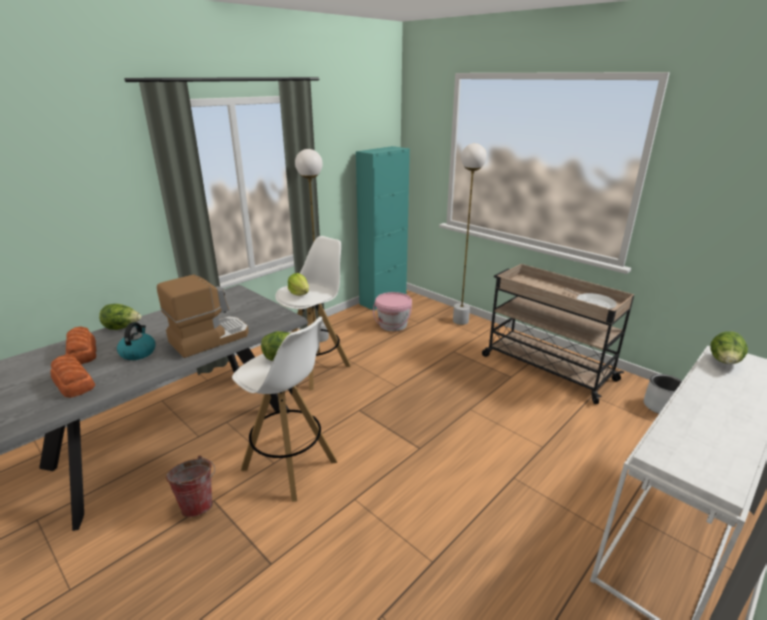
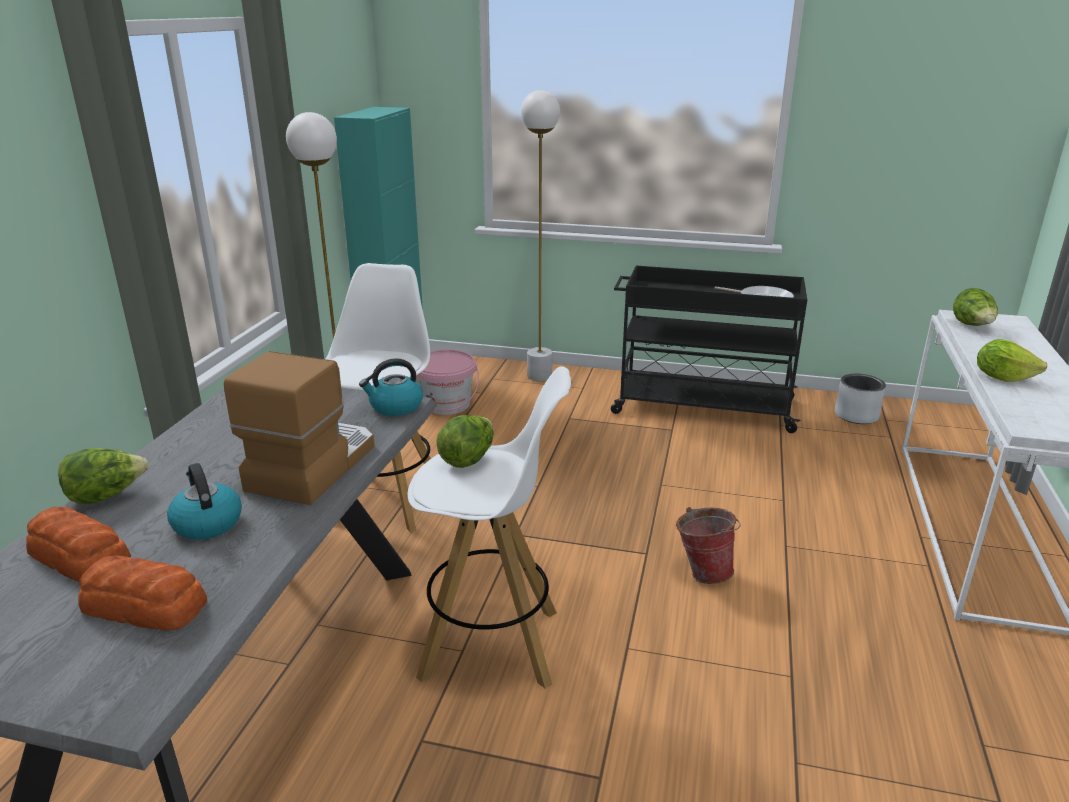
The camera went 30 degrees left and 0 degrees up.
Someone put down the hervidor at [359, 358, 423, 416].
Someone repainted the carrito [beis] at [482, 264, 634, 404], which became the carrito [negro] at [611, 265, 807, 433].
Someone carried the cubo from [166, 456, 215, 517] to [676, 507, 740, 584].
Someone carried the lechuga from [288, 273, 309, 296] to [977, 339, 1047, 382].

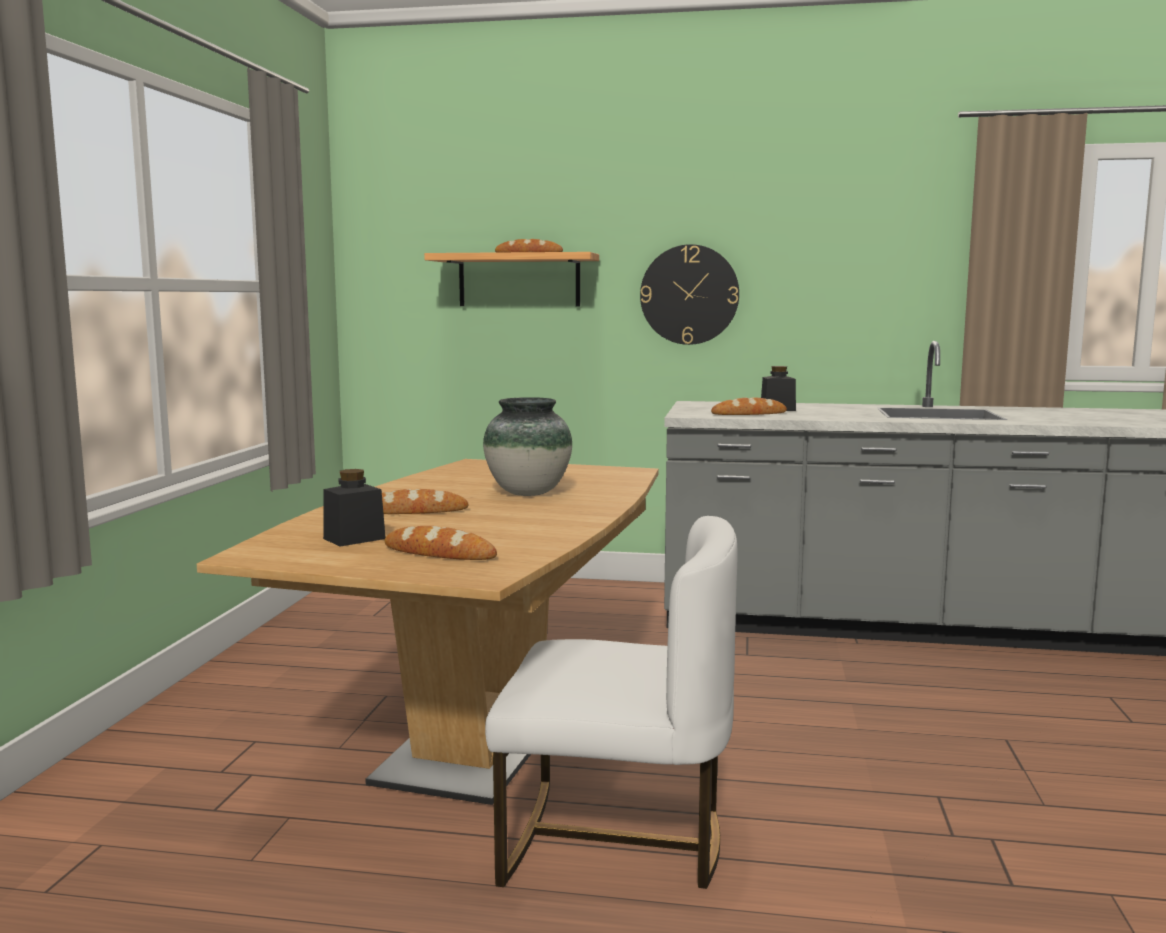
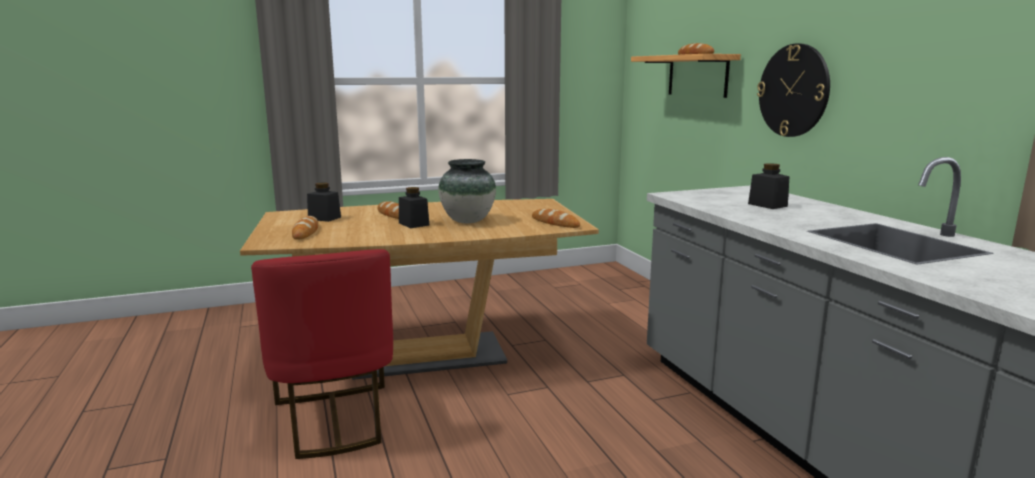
The camera went 60 degrees right and 5 degrees up.
Someone repainted the silla [blanco] at [485, 516, 738, 889], which became the silla [rojo] at [251, 249, 393, 459].
Someone put down the tarro [negro] at [399, 187, 429, 228].
Someone carried the pan from [711, 397, 787, 415] to [532, 209, 580, 228].

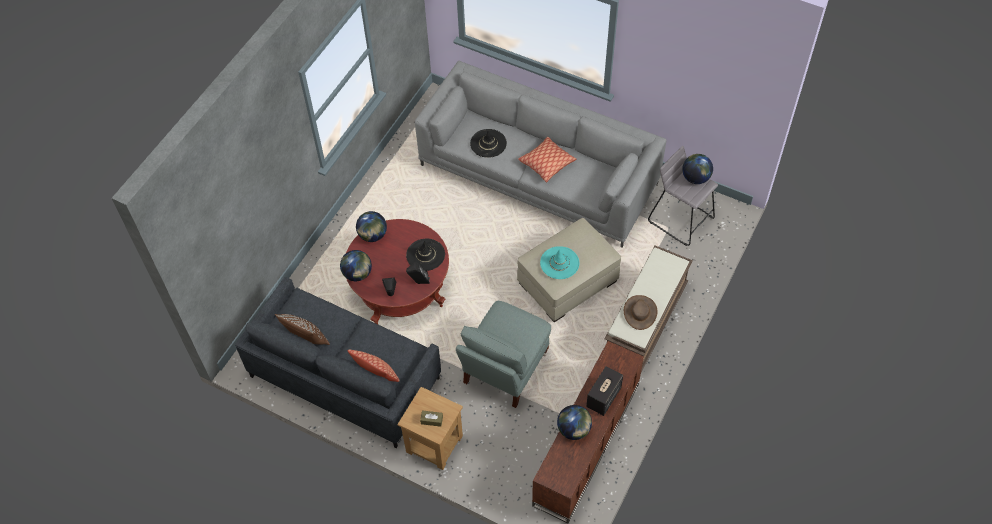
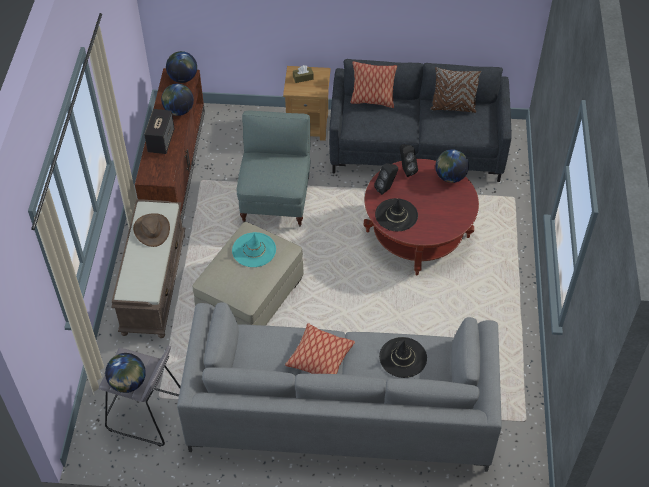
The camera went 155 degrees right and 5 degrees down.
Someone carried the globo terráqueo from [356, 211, 387, 242] to [166, 51, 197, 83].

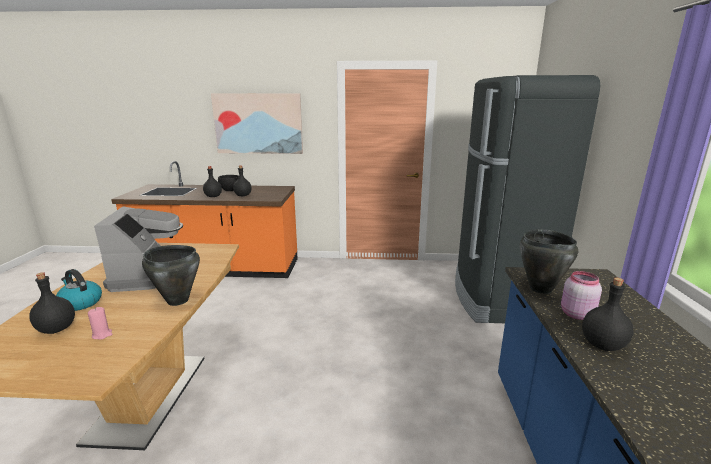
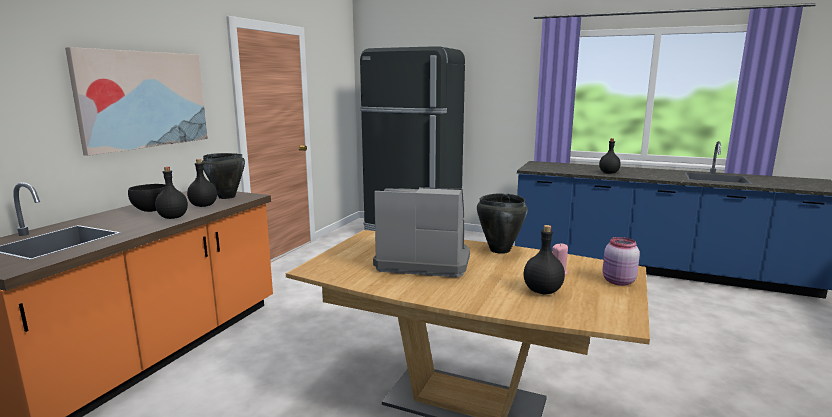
The camera went 70 degrees left and 5 degrees down.
Someone carried the olla [negro] from [520, 229, 578, 294] to [202, 153, 245, 199].
Someone carried the tarro [rosa] from [561, 271, 602, 320] to [602, 237, 640, 286].
Someone took away the hervidor at [56, 269, 102, 311].

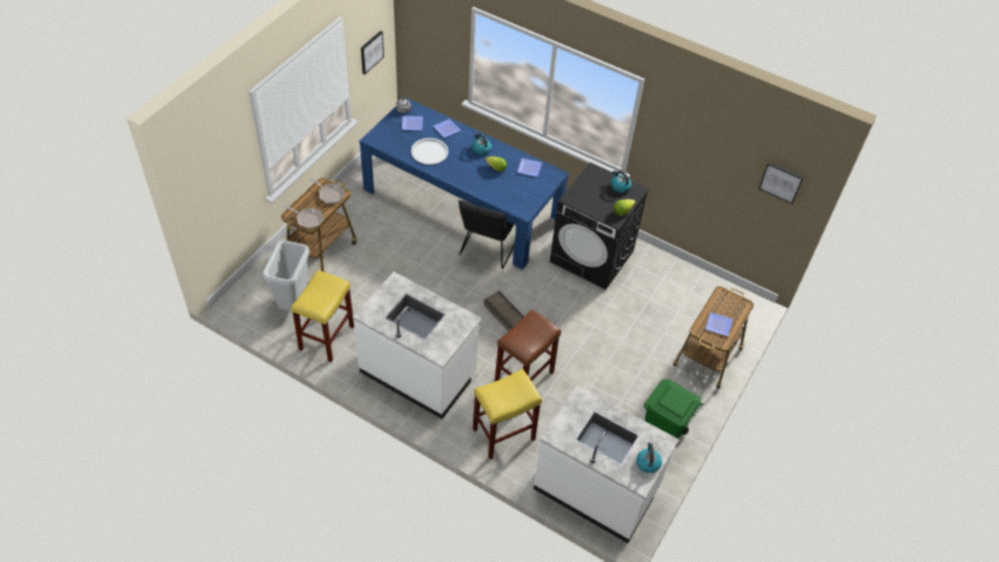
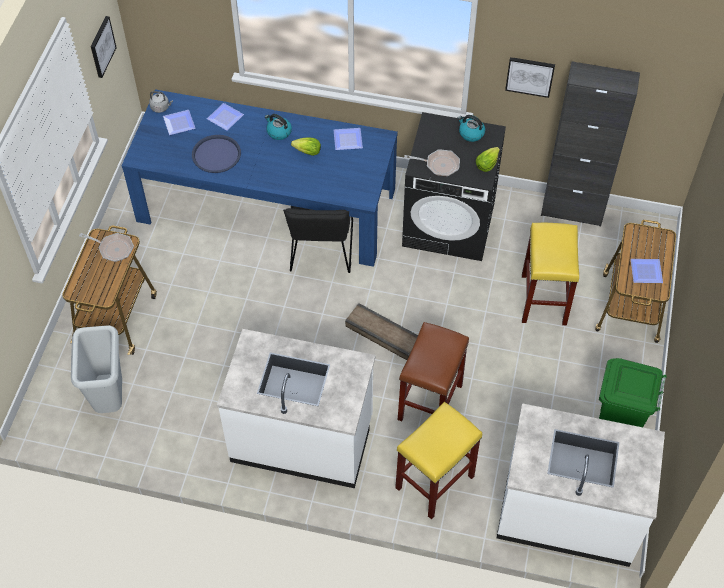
The camera went 15 degrees left and 5 degrees up.
Someone repainted the bandeja [blanco] at [411, 138, 448, 165], which became the bandeja [azul] at [192, 135, 241, 173].
Someone carried the sartén from [283, 205, 324, 229] to [404, 149, 460, 176].
Someone carried the cuadro from [759, 162, 804, 204] to [505, 57, 555, 98].
Someone carried the taburete [amarillo] from [291, 270, 354, 362] to [522, 223, 579, 325].
Someone put down the armario [negro] at [541, 62, 640, 226].
Someone took away the hervidor at [636, 442, 662, 473].

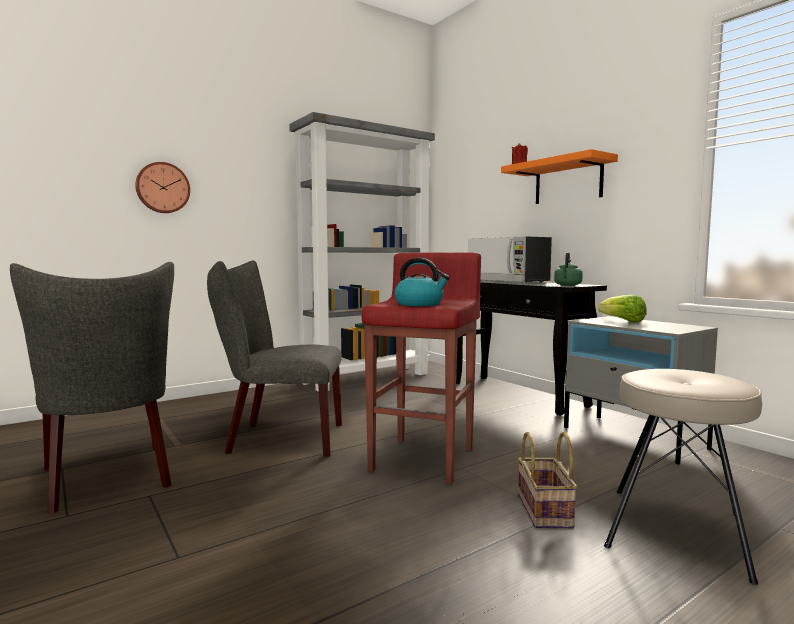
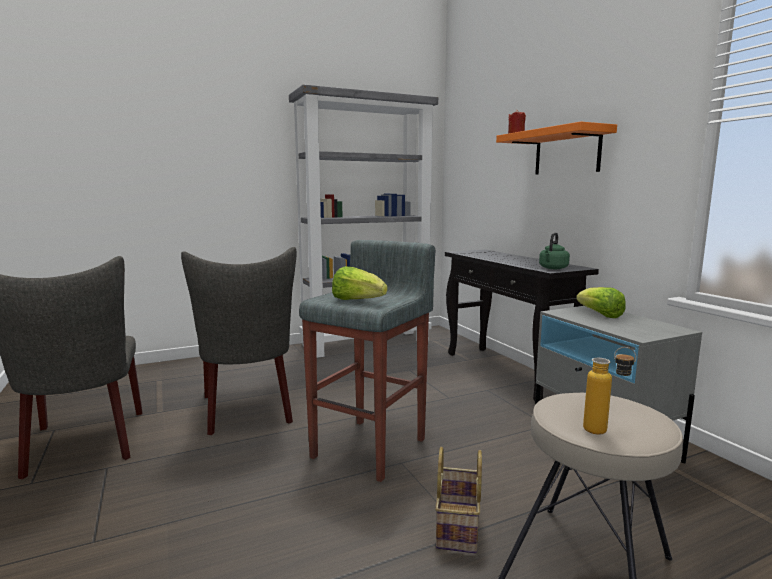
The camera went 10 degrees right and 5 degrees up.
Someone rotated the silla [gris] at [207, 261, 342, 457] by 120 degrees counterclockwise.
Someone repainted the taburete [rojo] at [362, 252, 481, 484], which became the taburete [gris] at [299, 240, 435, 482].
Someone swapped the hervidor at [395, 258, 450, 306] for the lechuga at [332, 266, 388, 300].
Someone put down the botella at [583, 347, 636, 435].
Someone took away the reloj de pared at [135, 162, 190, 213].
Someone took away the microondas at [468, 236, 552, 284].

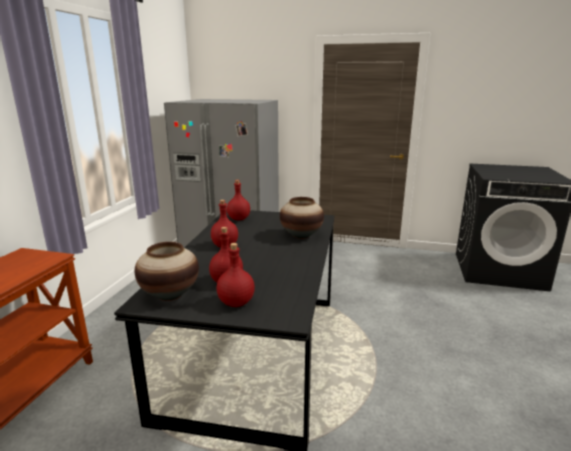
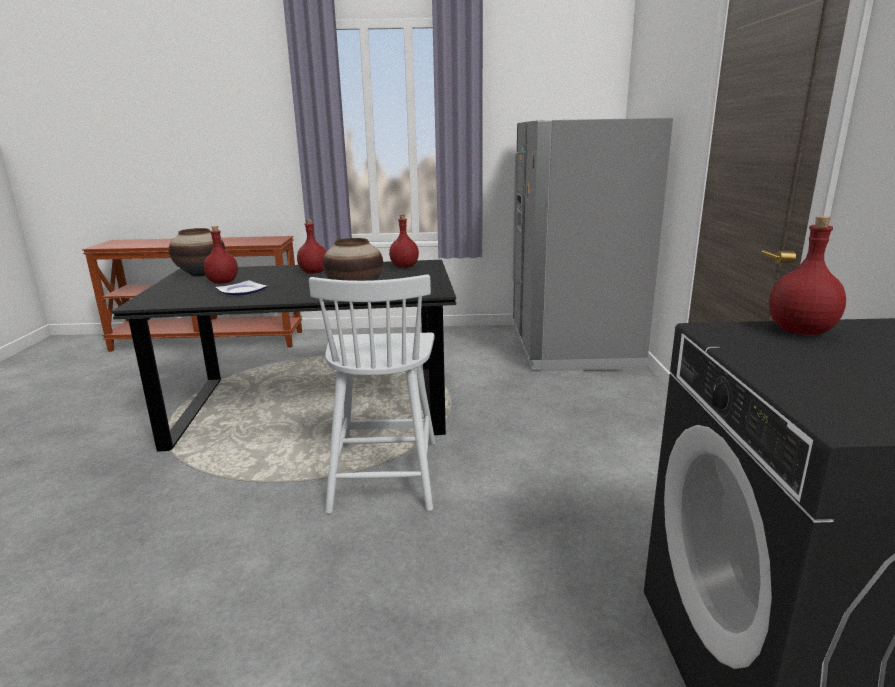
The camera went 75 degrees right and 0 degrees up.
Someone put down the plato at [216, 280, 267, 296].
Someone put down the silla [blanco] at [309, 274, 436, 514].
Someone carried the botella [rojo] from [217, 243, 255, 307] to [769, 216, 846, 335].

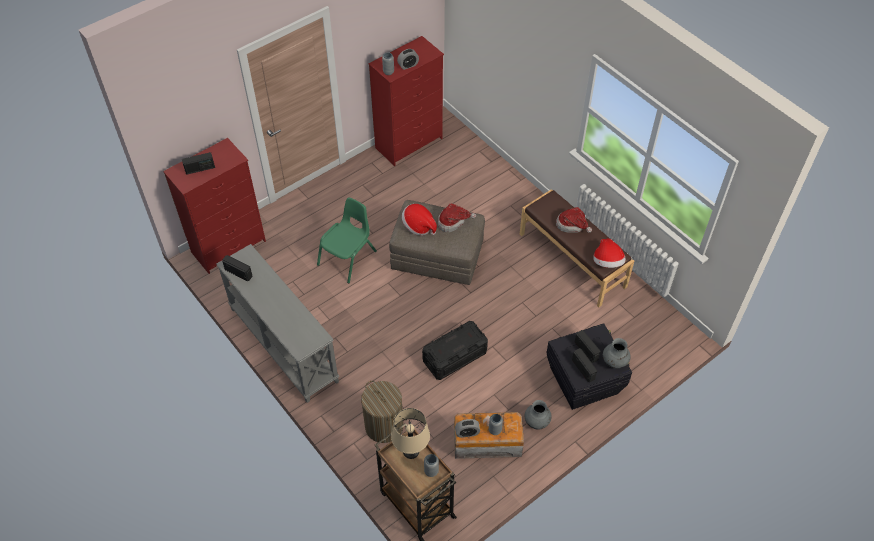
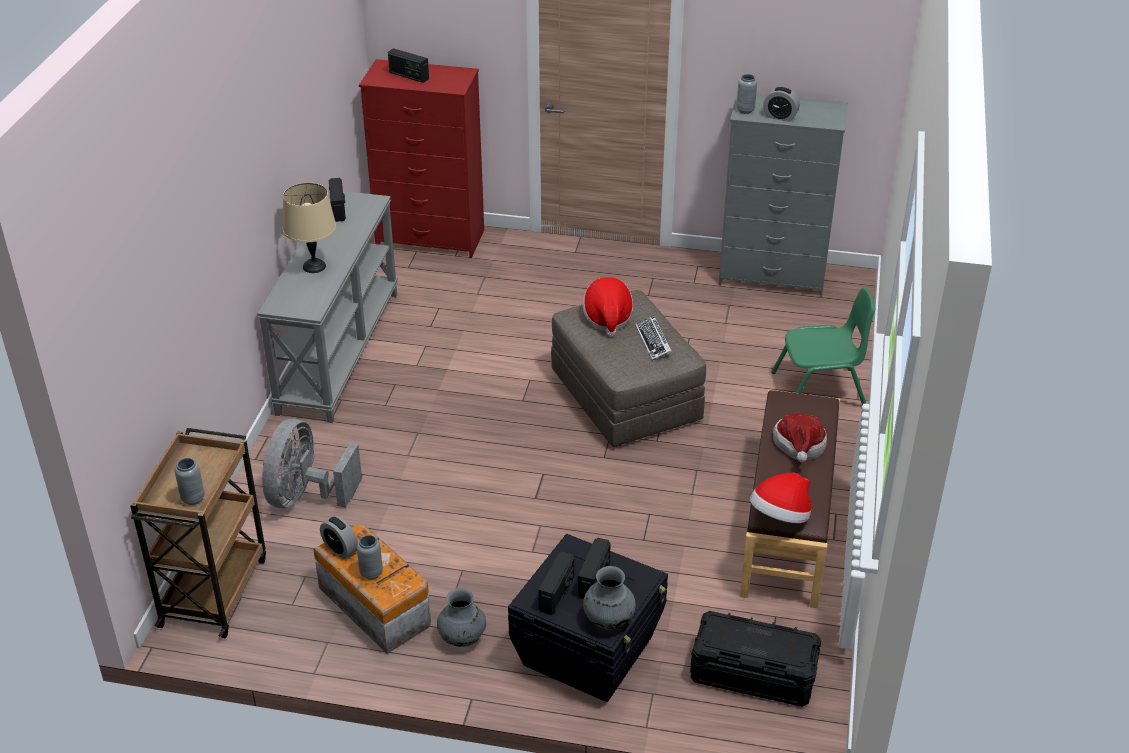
The camera went 50 degrees right and 15 degrees down.
Someone swapped the cesto de la ropa at [361, 381, 403, 443] for the ventilador [gris] at [262, 419, 362, 508].
Someone carried the lámpara de mesa [beis] from [391, 408, 430, 459] to [283, 183, 336, 273].
Someone swapped the sombrero at [438, 203, 476, 232] for the teclado at [636, 316, 672, 361].
Someone carried the caja de almacenaje [negro] from [422, 321, 488, 380] to [690, 611, 821, 707].
Someone repainted the cómoda [rojo] at [369, 36, 444, 166], which became the cómoda [gris] at [719, 92, 848, 297].
Someone carried the silla [verde] from [317, 197, 377, 283] to [771, 287, 876, 405].

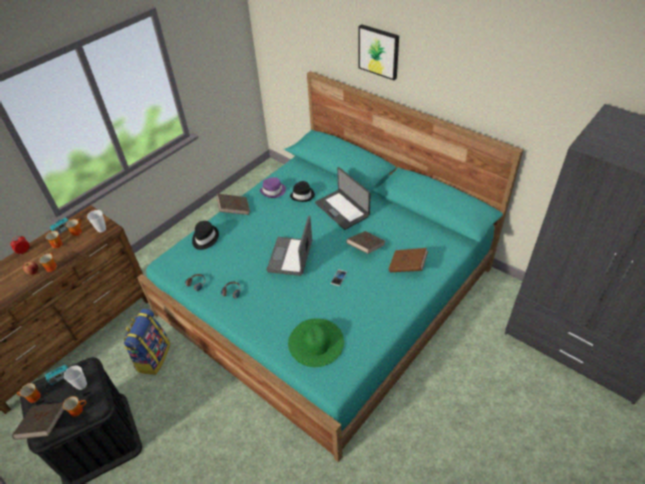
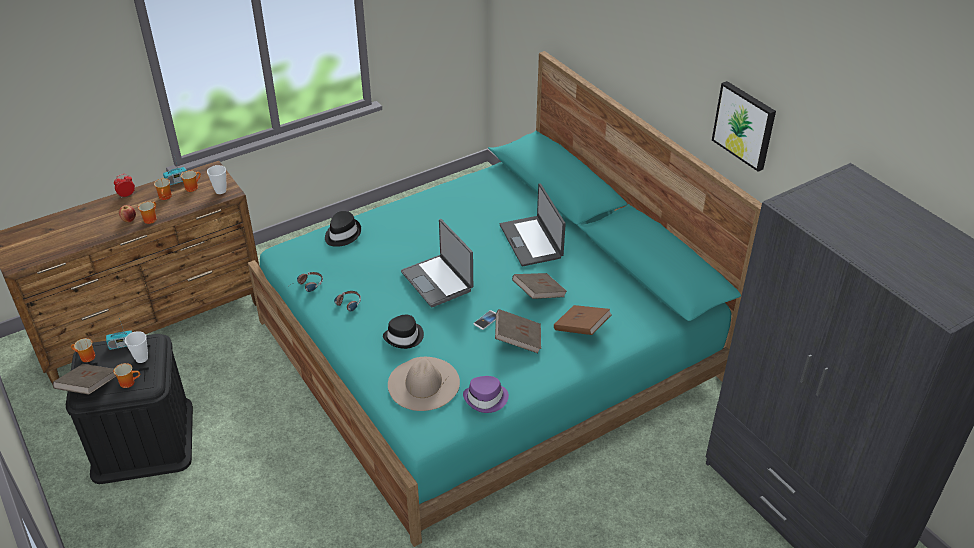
The camera went 15 degrees right and 5 degrees down.
Someone carried the sombrero [negro] from [290, 181, 315, 202] to [383, 315, 424, 349].
Someone repainted the sombrero [verde] at [288, 319, 344, 367], which became the sombrero [beis] at [388, 357, 460, 411].
Someone rotated the portátil at [266, 215, 312, 276] by 60 degrees counterclockwise.
Someone carried the sombrero [morado] from [260, 177, 286, 198] to [463, 376, 509, 413].
Someone carried the libro [marrón] from [217, 194, 250, 215] to [495, 309, 541, 353].
Someone carried the cuadro from [358, 24, 399, 80] to [712, 81, 776, 172].
Someone took away the mochila at [124, 309, 170, 375].

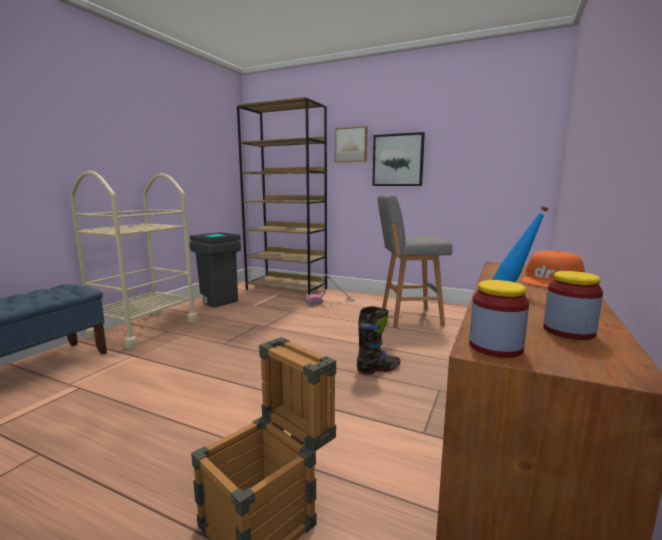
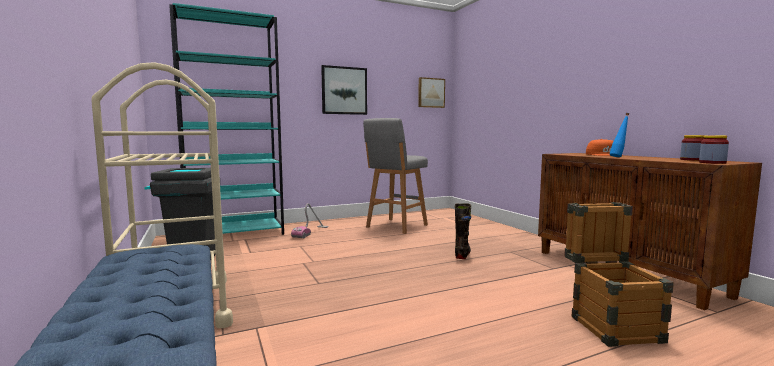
The camera went 50 degrees left and 5 degrees down.
Someone repainted the estantería [marrón] at [237, 97, 327, 295], which became the estantería [turquesa] at [169, 3, 284, 235].
Someone carried the cuadro from [335, 126, 367, 163] to [418, 77, 445, 108].

